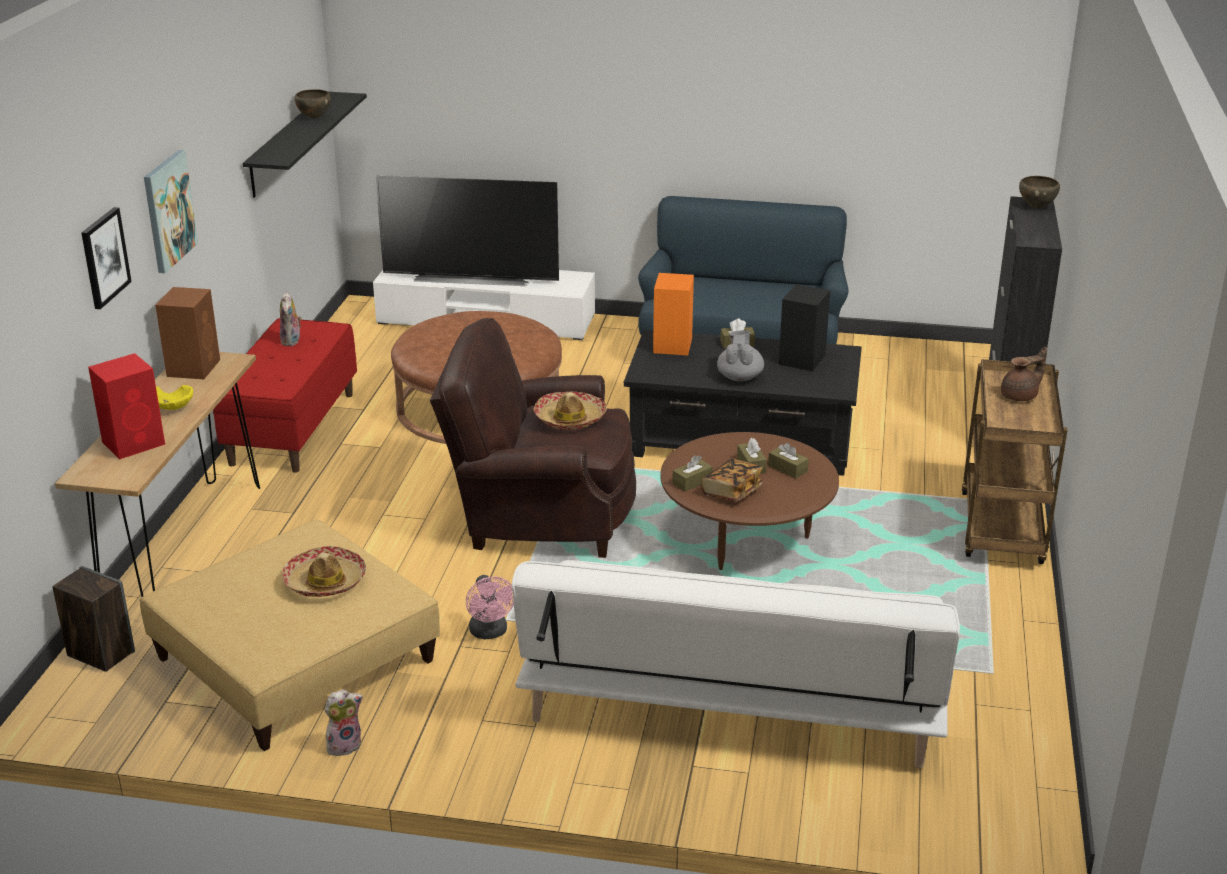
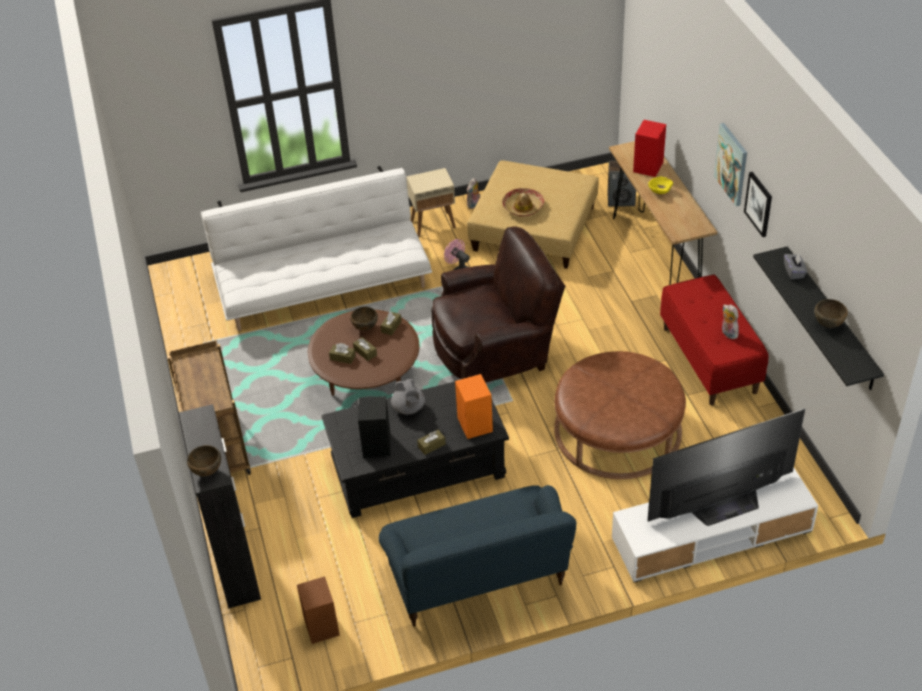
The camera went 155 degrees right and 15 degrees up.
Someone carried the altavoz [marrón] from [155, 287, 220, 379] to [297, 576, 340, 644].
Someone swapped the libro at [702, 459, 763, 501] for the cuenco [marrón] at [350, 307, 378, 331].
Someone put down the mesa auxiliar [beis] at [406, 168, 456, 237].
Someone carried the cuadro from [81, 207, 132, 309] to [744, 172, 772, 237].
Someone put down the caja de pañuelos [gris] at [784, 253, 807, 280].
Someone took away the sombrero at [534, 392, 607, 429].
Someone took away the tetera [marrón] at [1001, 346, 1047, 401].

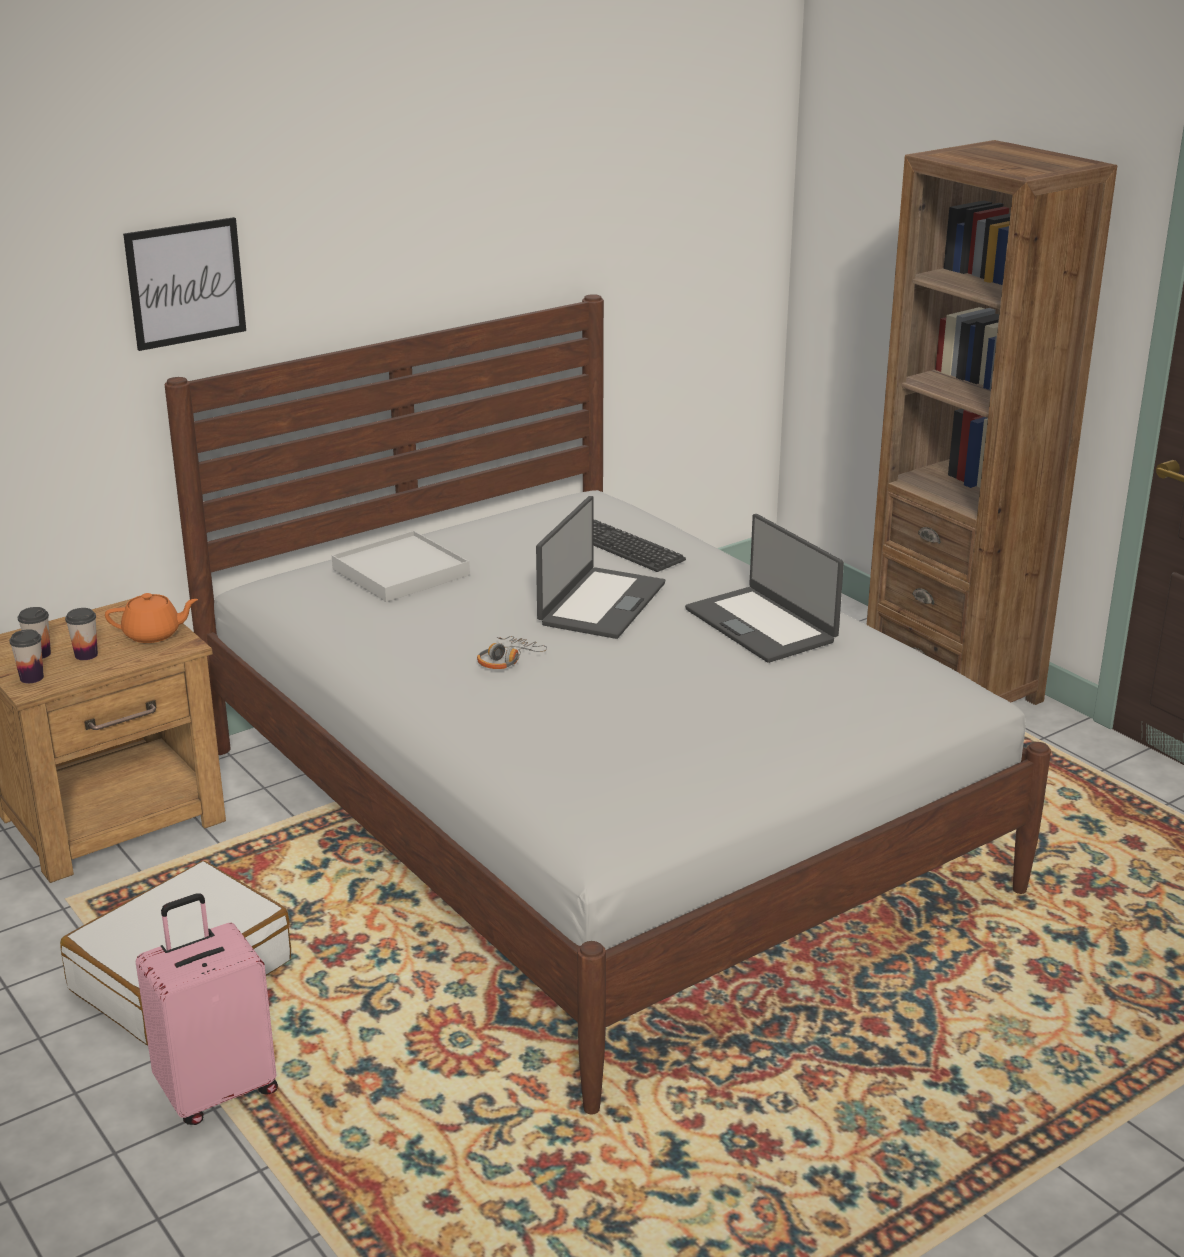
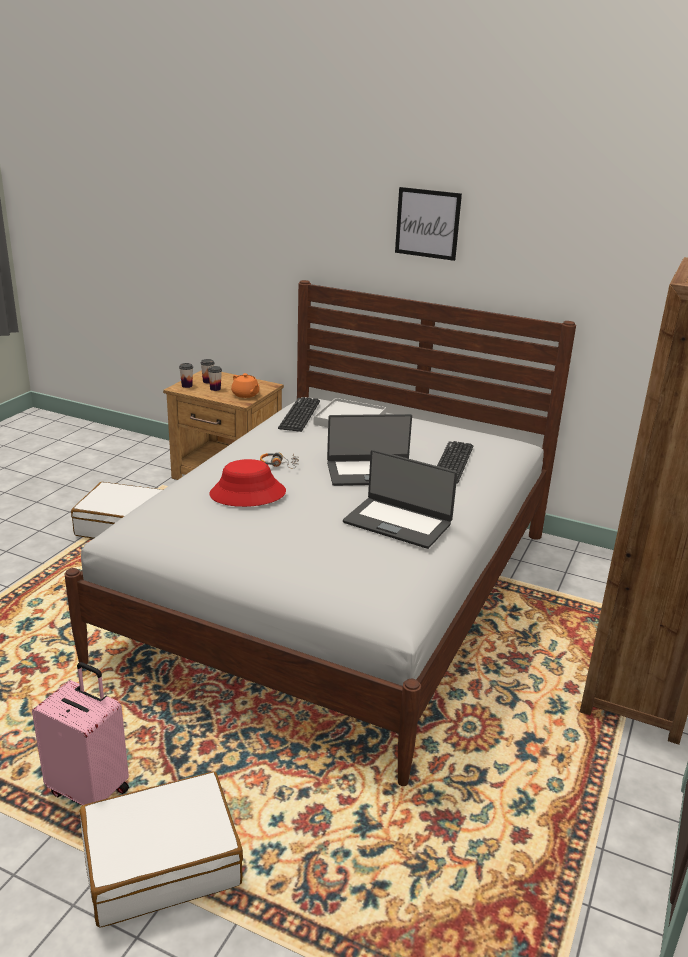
The camera went 60 degrees right and 0 degrees up.
Someone carried the maleta [rosa] from [136, 893, 278, 1125] to [32, 662, 129, 806].
Someone put down the maleta [blanco] at [80, 771, 243, 928].
Someone put down the sombrero [rojo] at [210, 459, 286, 507].
Someone put down the teclado at [278, 397, 320, 432].
Someone rotated the portátil at [685, 514, 844, 663] by 90 degrees counterclockwise.
Someone carried the cuadro from [123, 217, 246, 351] to [395, 187, 462, 261].

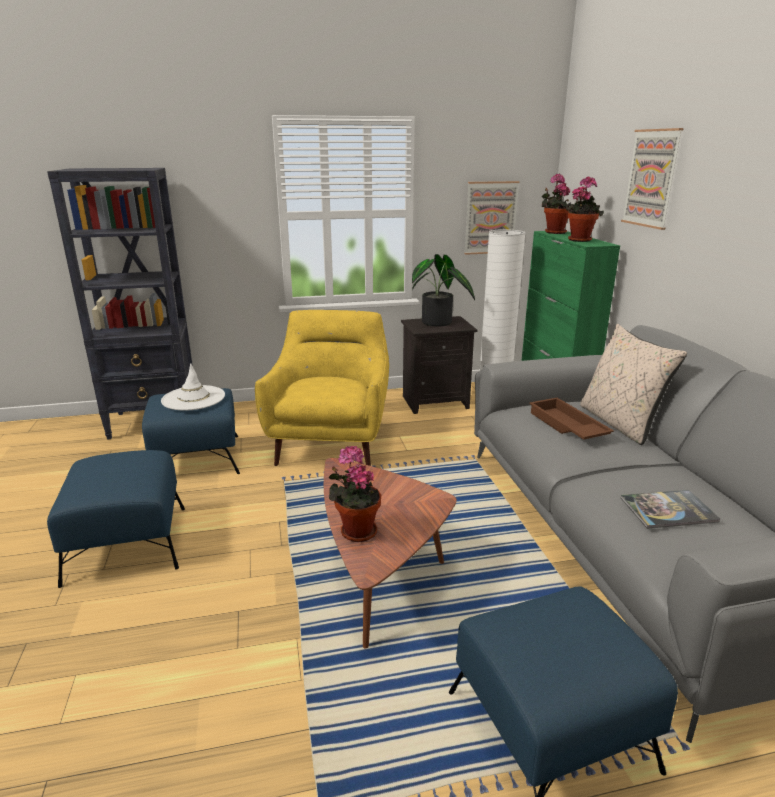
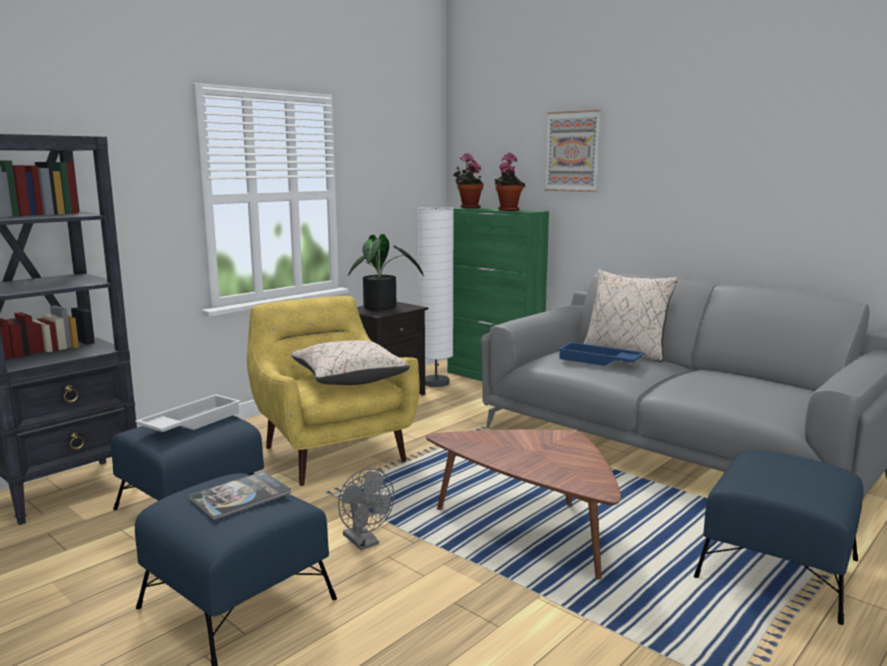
The camera went 35 degrees left and 10 degrees down.
Someone swapped the sombrero [blanco] at [161, 363, 225, 411] for the bandeja [blanco] at [135, 394, 241, 432].
Someone carried the libro from [621, 490, 720, 529] to [188, 471, 291, 520].
Someone put down the cojín [beis] at [291, 340, 410, 385].
Someone put down the ventilador [gris] at [338, 468, 394, 550].
Someone repainted the bandeja [marrón] at [529, 398, 614, 439], which became the bandeja [azul] at [558, 342, 645, 366].
Someone took away the planta en maceta at [328, 446, 381, 542].
Someone took away the cuadro at [464, 181, 520, 255].

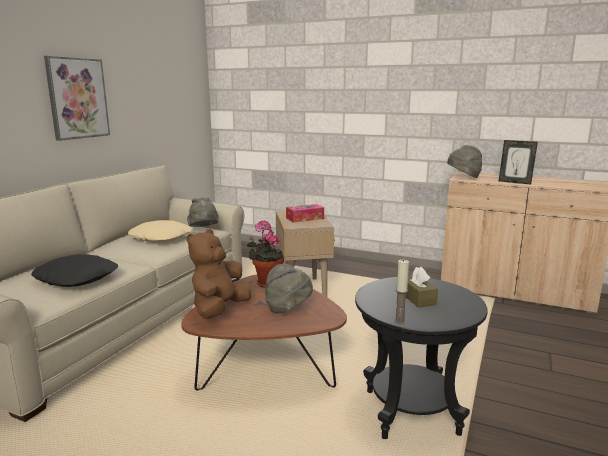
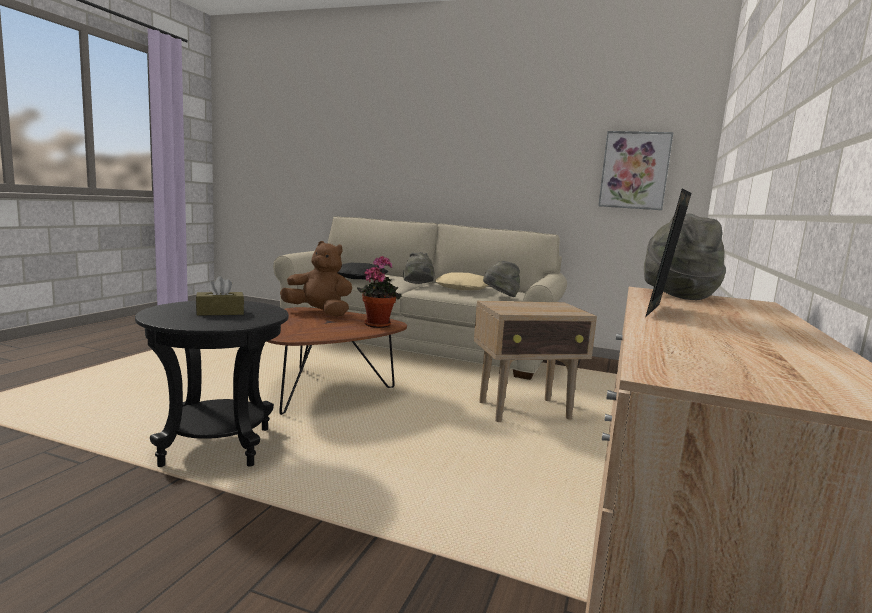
The camera went 85 degrees right and 5 degrees down.
Someone carried the sombrero [gris] from [265, 264, 313, 313] to [403, 252, 435, 284].
Someone carried the cuadro from [44, 56, 110, 141] to [598, 131, 673, 210].
Someone took away the caja de pañuelos at [286, 204, 324, 223].
Someone took away the vela at [394, 259, 409, 325].

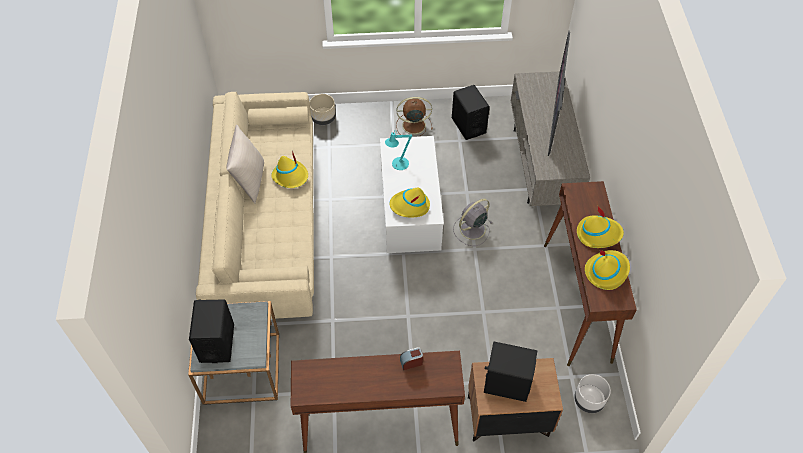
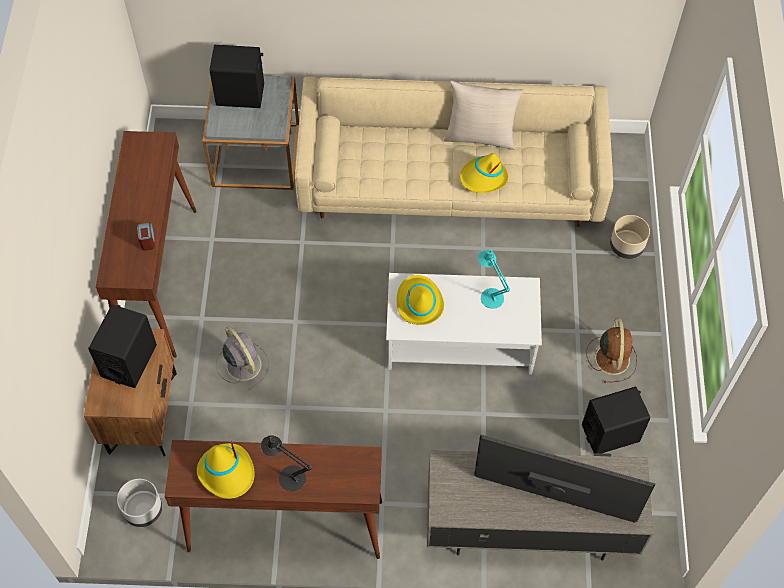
The camera went 95 degrees right and 5 degrees up.
Someone carried the ventilador [gris] from [453, 199, 492, 246] to [216, 326, 269, 390].
Someone swapped the sombrero [amarillo] at [577, 206, 624, 248] for the lámpara de mesa [negro] at [261, 435, 312, 491].

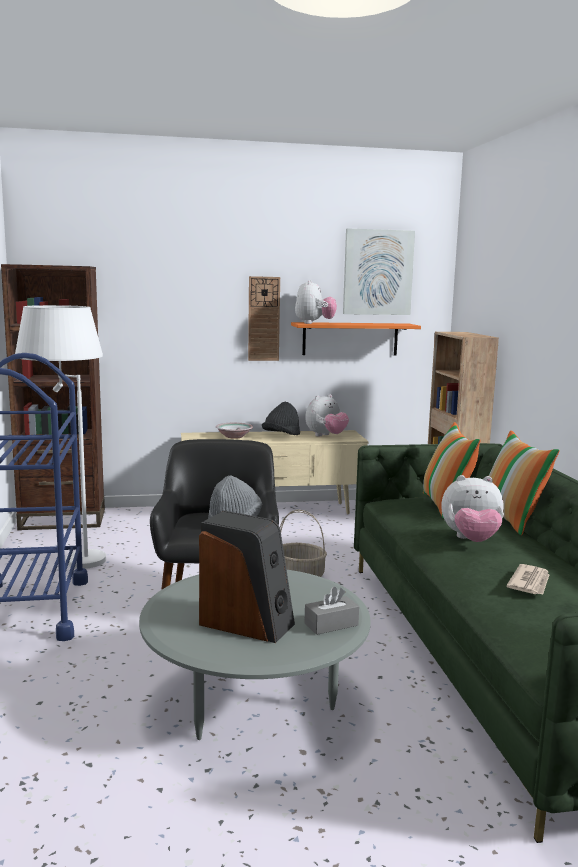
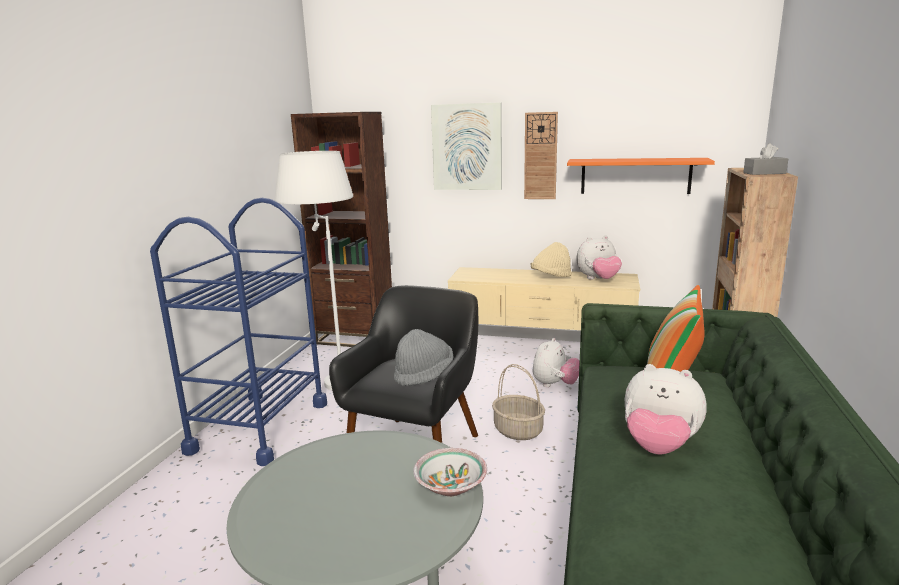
The camera went 25 degrees right and 5 degrees up.
Someone carried the cuenco from [216, 422, 253, 439] to [413, 448, 487, 496].
Someone carried the cuadro from [343, 228, 415, 315] to [431, 102, 502, 190].
Someone repainted the sombrero [negro] at [262, 402, 300, 435], which became the sombrero [beis] at [531, 242, 572, 277].
Someone carried the peluche from [295, 280, 337, 324] to [533, 338, 580, 387].
Someone carried the caja de pañuelos [gris] from [304, 587, 359, 635] to [743, 143, 788, 175].
Someone took away the altavoz at [199, 510, 295, 643].
Someone took away the cojín at [489, 430, 560, 535].
Someone took away the periódico at [507, 564, 549, 595].

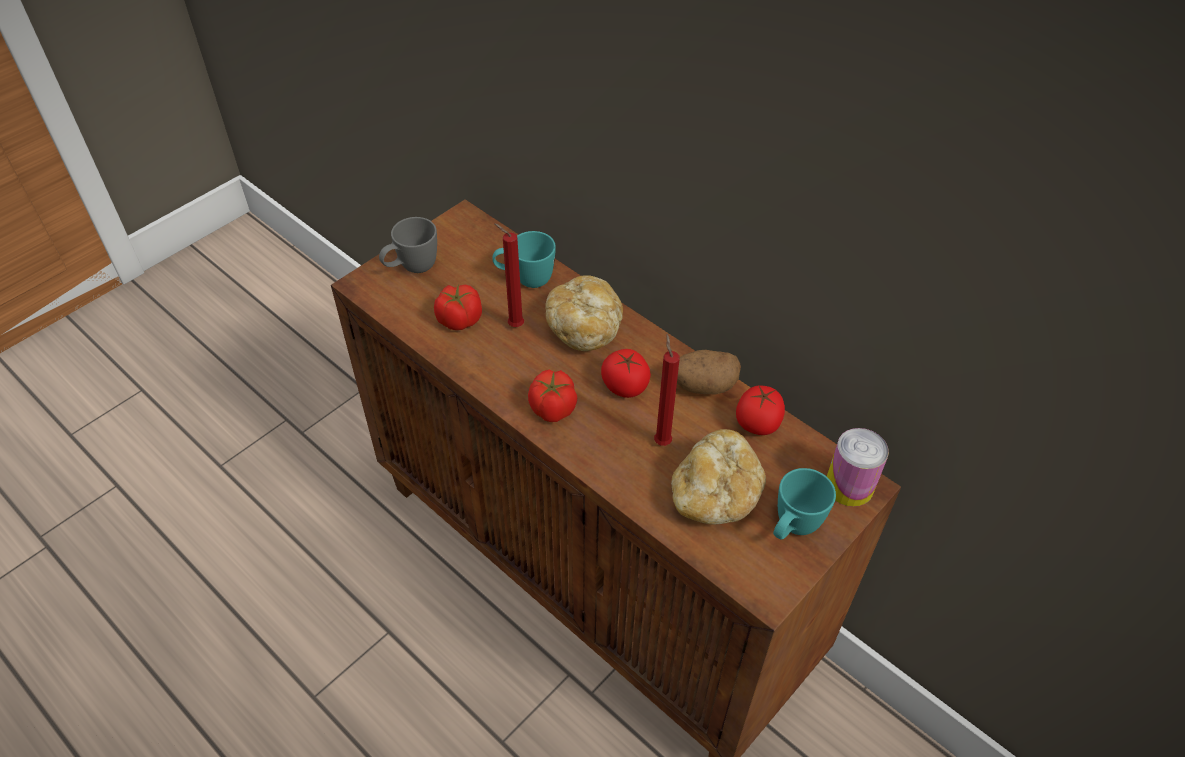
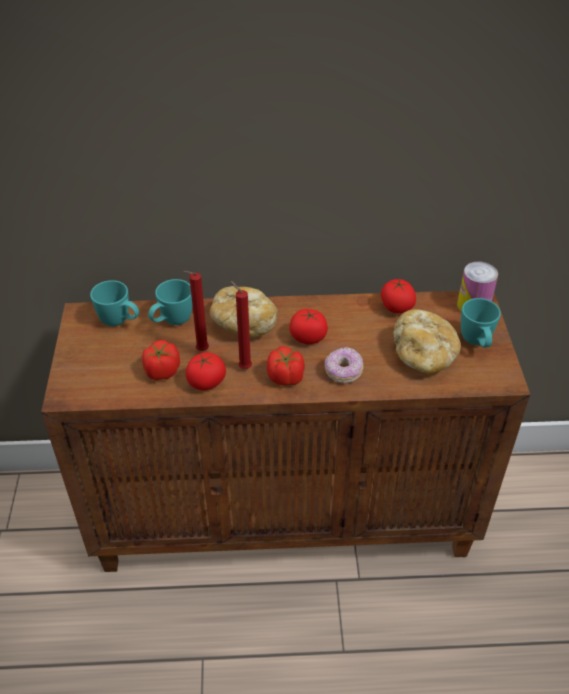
The camera went 45 degrees left and 5 degrees down.
Someone put down the taza grande [turquesa] at [90, 280, 139, 326].
Someone put down the tomate at [185, 352, 226, 390].
Someone carried the vela [rojo] from [654, 334, 680, 446] to [230, 281, 252, 369].
Someone put down the rosquilla at [324, 347, 364, 383].
Someone took away the taza grande [gris] at [379, 217, 437, 273].
Someone took away the patata at [677, 350, 741, 395].

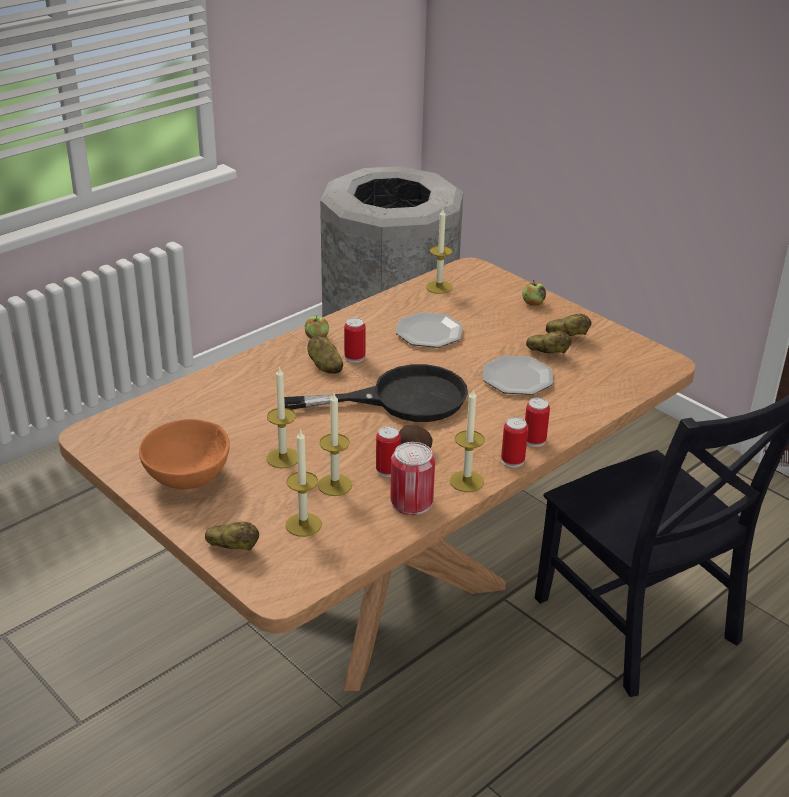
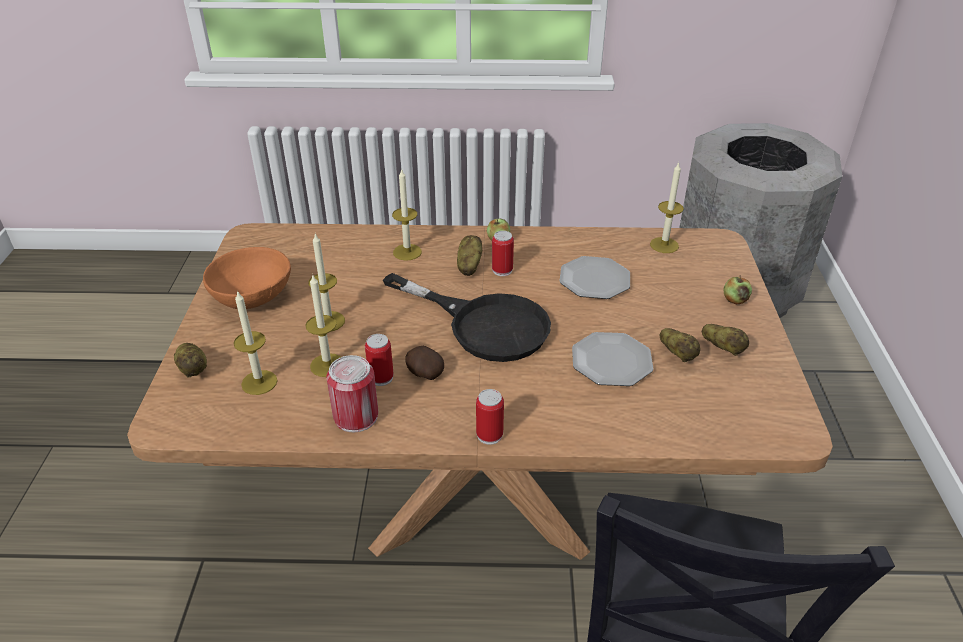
The camera went 45 degrees right and 5 degrees up.
Someone carried the vela from [450, 390, 485, 492] to [392, 168, 422, 261].
Someone took away the lata at [525, 398, 550, 447].

